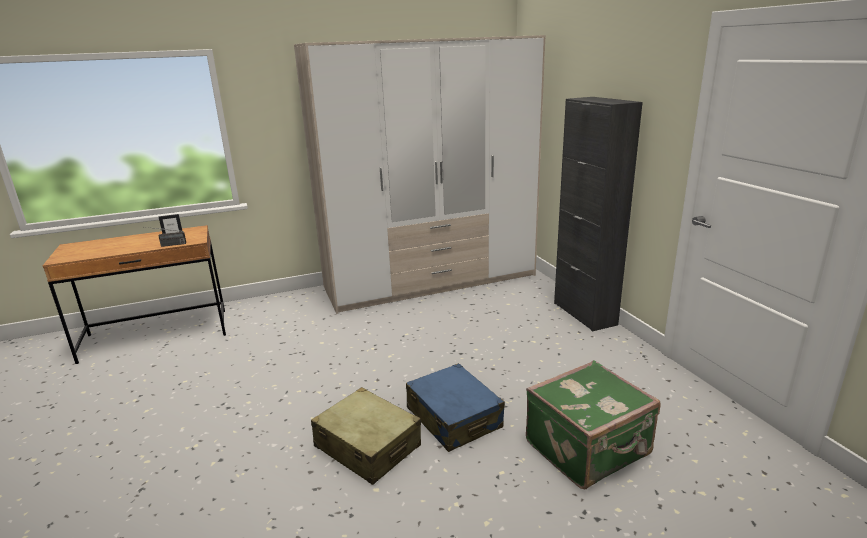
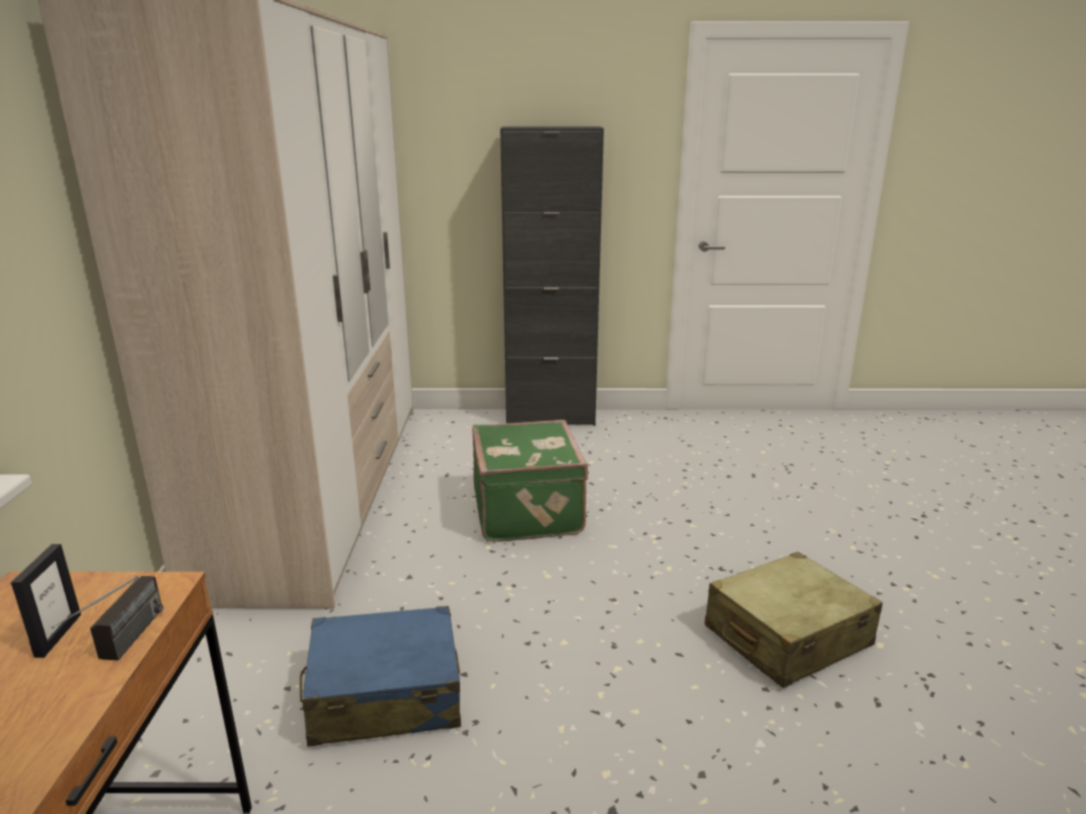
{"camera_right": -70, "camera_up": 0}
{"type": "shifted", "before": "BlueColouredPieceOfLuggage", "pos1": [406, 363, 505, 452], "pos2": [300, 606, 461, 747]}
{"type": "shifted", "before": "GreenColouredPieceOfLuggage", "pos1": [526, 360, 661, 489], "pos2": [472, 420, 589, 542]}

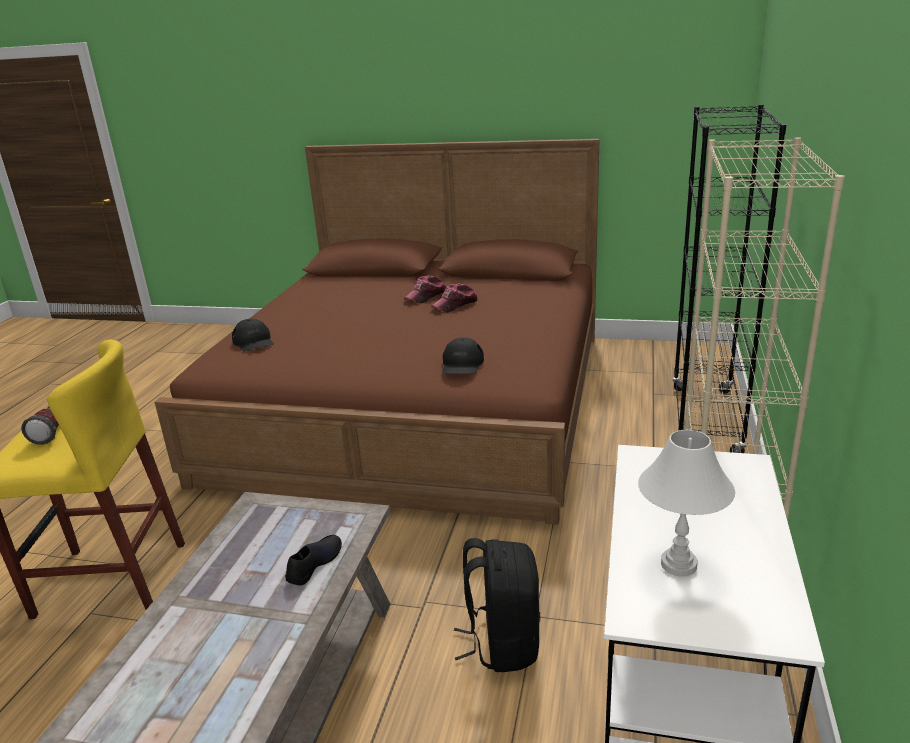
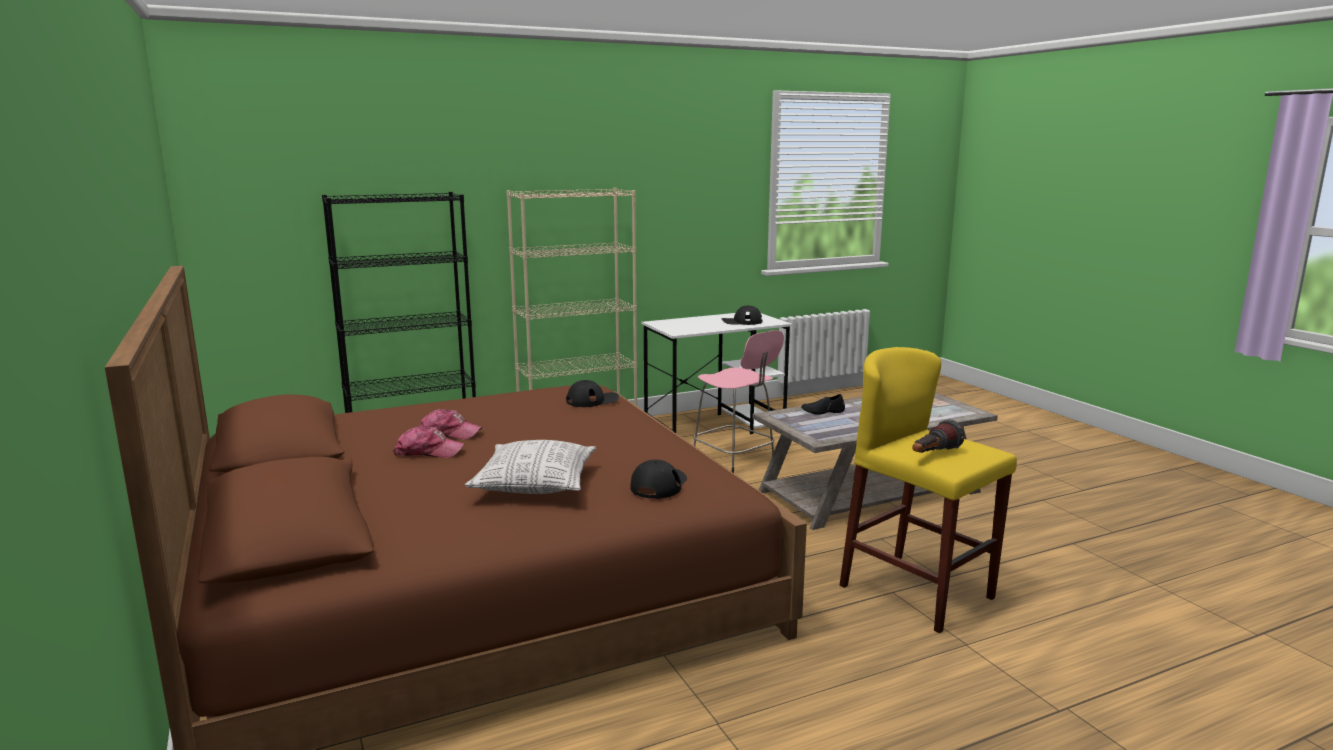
{"camera_right": -130, "camera_up": -10}
{"type": "swapped", "before": "BlackBackpack", "after": "PinkSittingStool", "pos1": [454, 538, 540, 672], "pos2": [693, 330, 784, 473]}
{"type": "swapped", "before": "WhiteColouredLampForATable", "after": "BlackBaseballCap", "pos1": [638, 430, 735, 577], "pos2": [722, 305, 763, 325]}
{"type": "new", "after": "ThrowPillow", "pos2": [465, 440, 596, 494]}

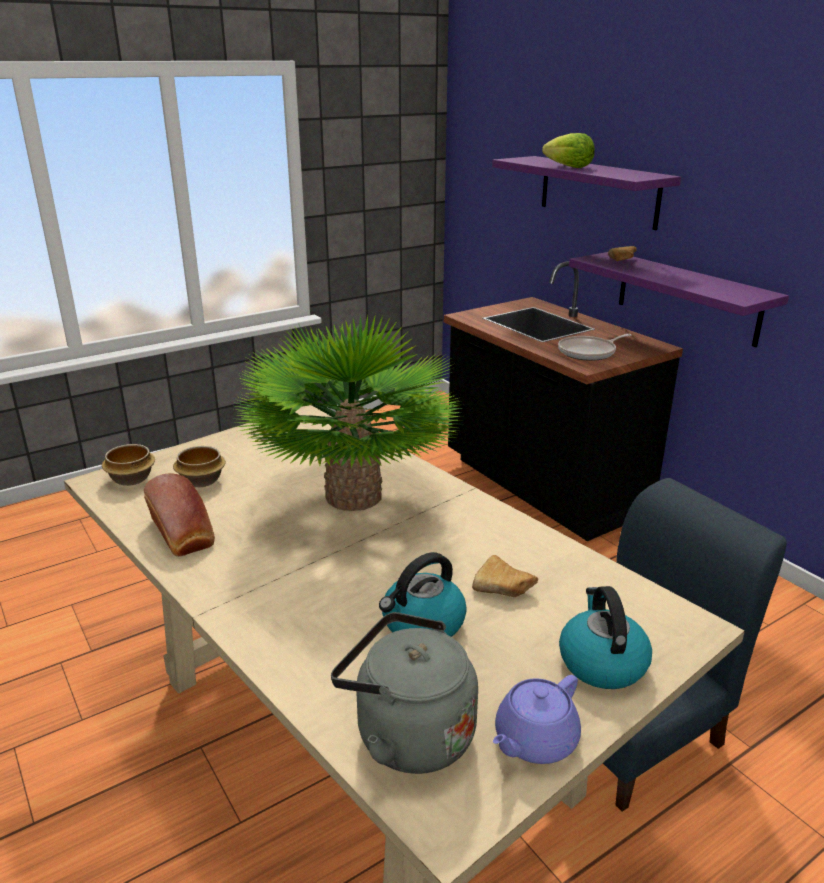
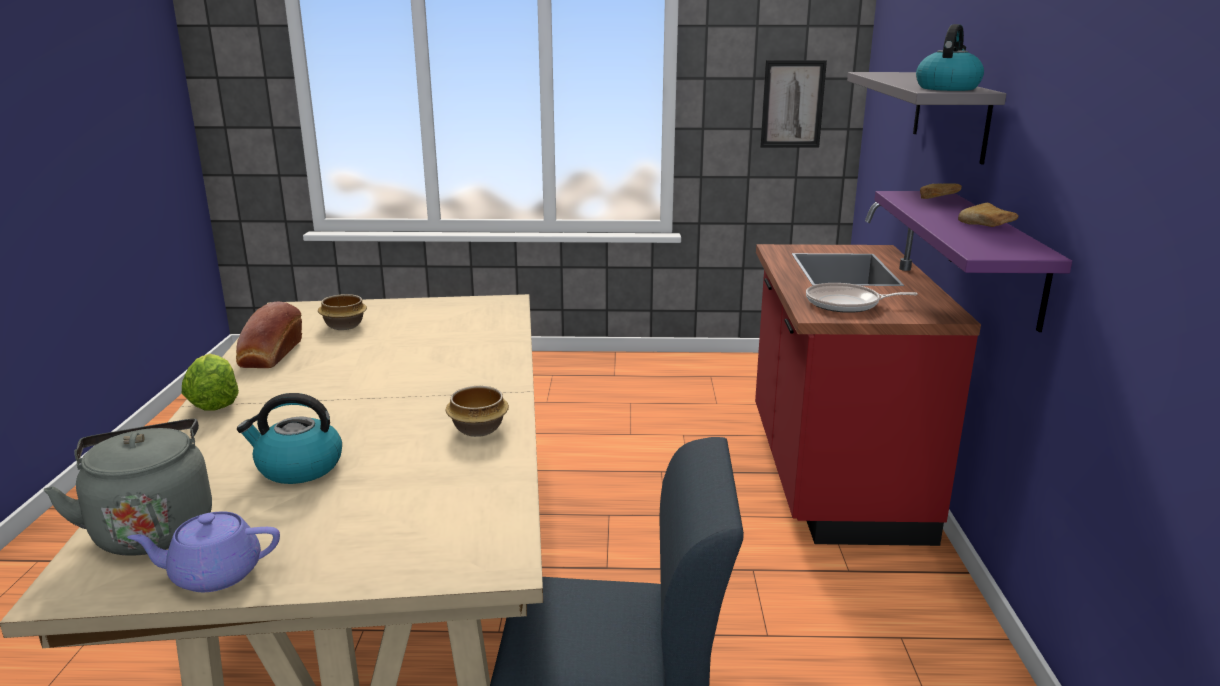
{"camera_right": 35, "camera_up": -5}
{"type": "shifted", "before": "Bowl", "pos1": [102, 444, 155, 486], "pos2": [446, 386, 509, 437]}
{"type": "gone", "before": "Houseplant", "pos1": [233, 314, 463, 511]}
{"type": "repainted", "before": "BlackKitchenBaseUnit", "after": "ReddishKitchenBaseUnit", "pos1": [444, 261, 683, 541], "pos2": [755, 202, 981, 546]}
{"type": "shifted", "before": "BakeryBread", "pos1": [472, 555, 538, 597], "pos2": [958, 203, 1019, 227]}
{"type": "repainted", "before": "PurpleColouredShelf", "after": "GreyShelf", "pos1": [492, 156, 681, 230], "pos2": [847, 72, 1006, 165]}
{"type": "shifted", "before": "Lettuce", "pos1": [542, 133, 595, 168], "pos2": [182, 353, 239, 411]}
{"type": "shifted", "before": "Kettle", "pos1": [559, 586, 652, 689], "pos2": [916, 24, 984, 91]}
{"type": "new", "after": "WallPicture", "pos2": [760, 60, 827, 148]}

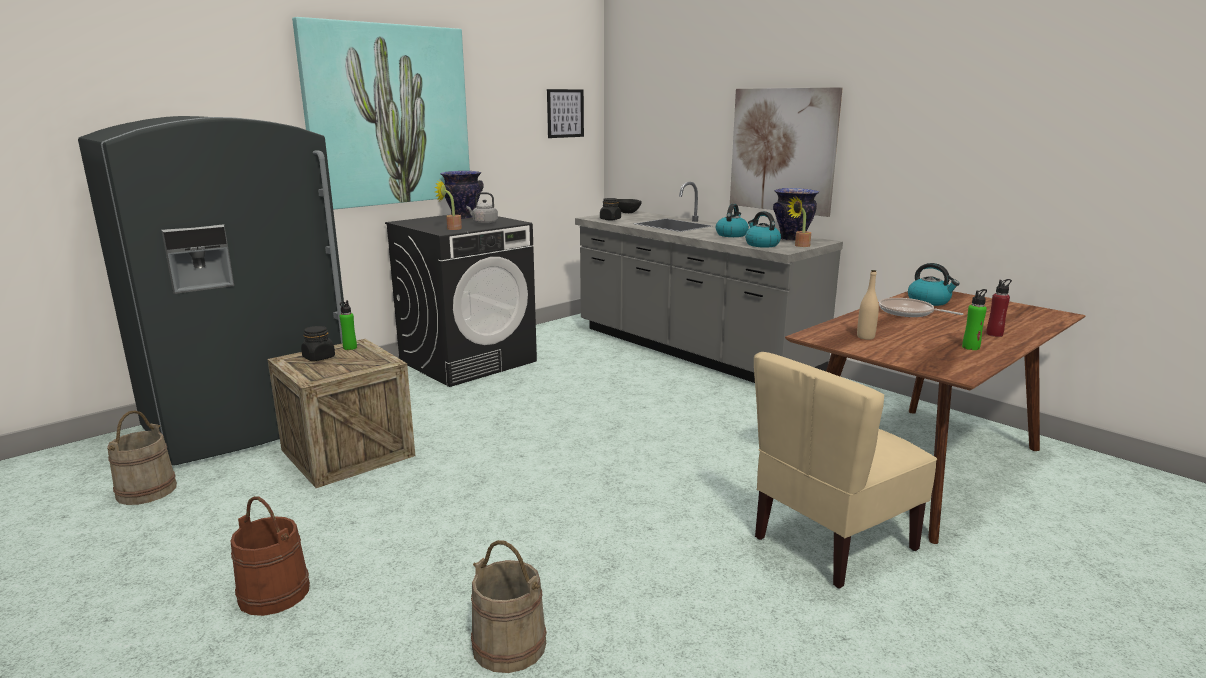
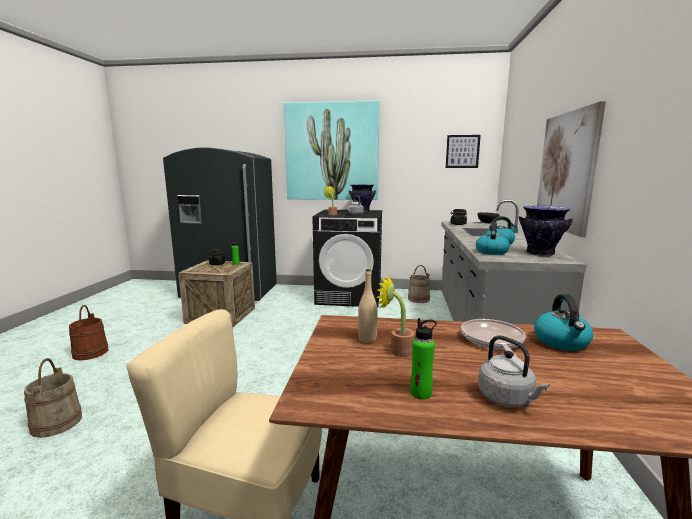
{"camera_right": 50, "camera_up": -5}
{"type": "shifted", "before": "SandColouredBucket", "pos1": [107, 410, 177, 505], "pos2": [408, 265, 430, 303]}
{"type": "shifted", "before": "Houseplant", "pos1": [787, 196, 811, 247], "pos2": [376, 275, 415, 357]}
{"type": "swapped", "before": "ReddishBeverageBottle", "after": "GreyKettle", "pos1": [986, 279, 1012, 337], "pos2": [478, 335, 549, 407]}

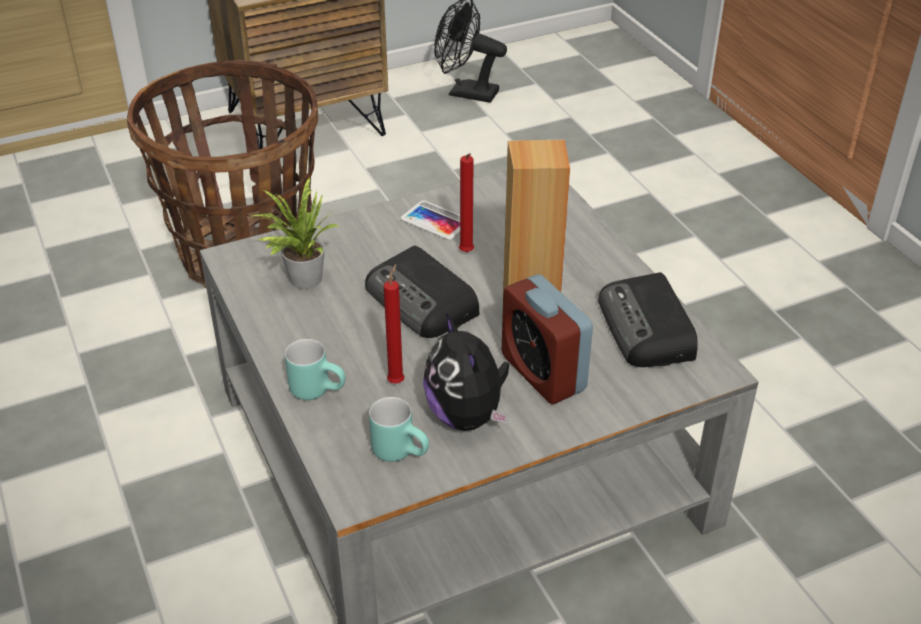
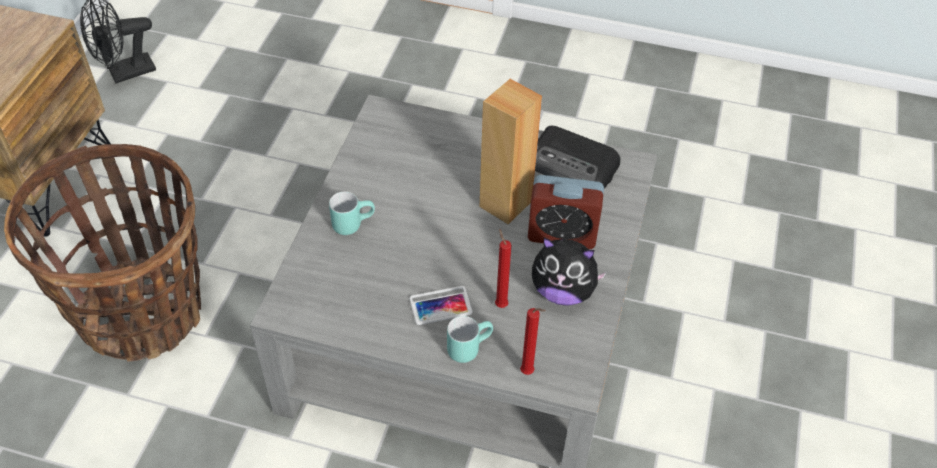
{"camera_right": -50, "camera_up": 10}
{"type": "gone", "before": "Houseplant", "pos1": [252, 177, 339, 289]}
{"type": "gone", "before": "RadioReceiver", "pos1": [365, 246, 479, 338]}
{"type": "shifted", "before": "BlueGreenTeaMug", "pos1": [369, 397, 429, 462], "pos2": [329, 192, 375, 235]}
{"type": "shifted", "before": "Phone", "pos1": [401, 200, 460, 240], "pos2": [409, 286, 473, 325]}
{"type": "shifted", "before": "ReddishWaxLight", "pos1": [459, 153, 474, 252], "pos2": [520, 308, 546, 375]}

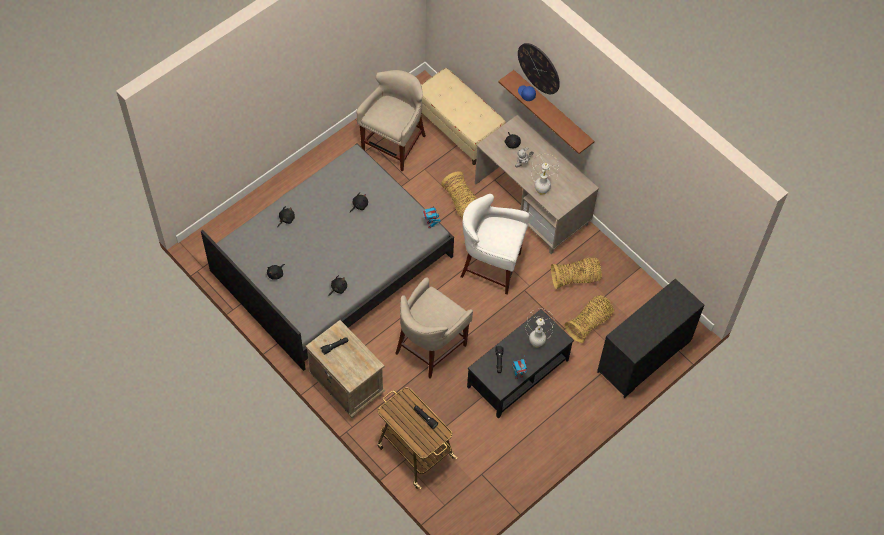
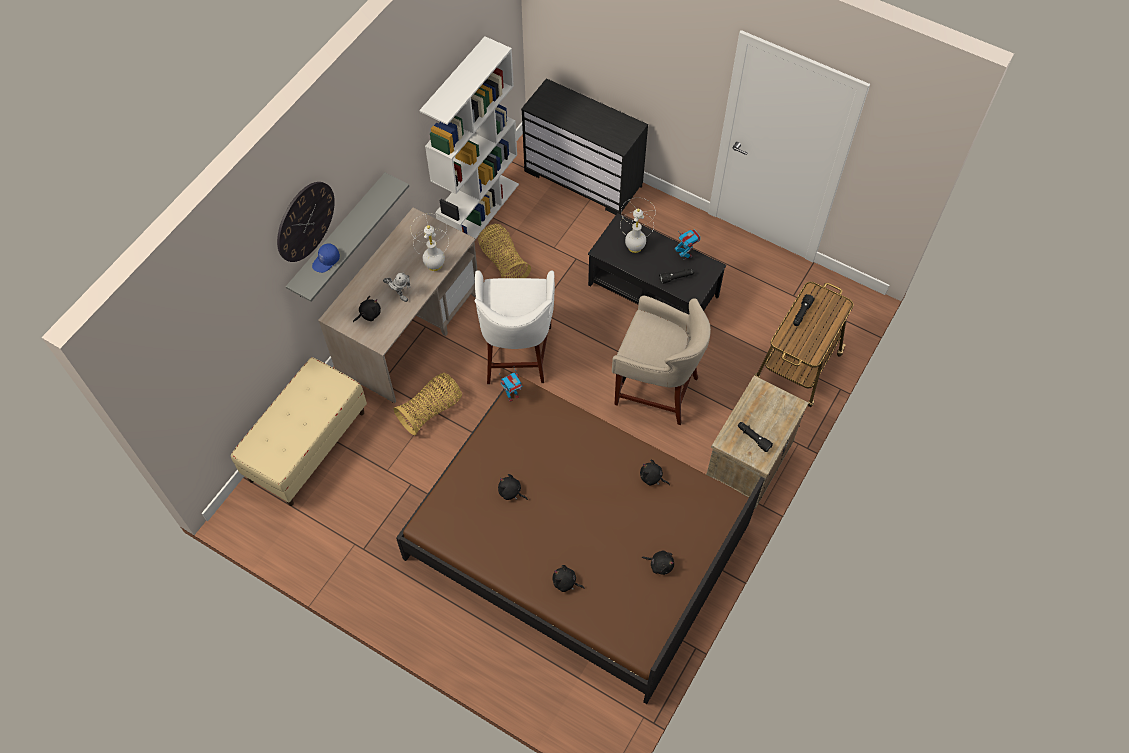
{"camera_right": -105, "camera_up": 0}
{"type": "repainted", "before": "GreyBed", "after": "BrownishBed", "pos1": [201, 144, 454, 371], "pos2": [396, 373, 765, 704]}
{"type": "gone", "before": "SandColouredSittingStool", "pos1": [356, 70, 426, 172]}
{"type": "repainted", "before": "BrownishShelf", "after": "GreyShelf", "pos1": [498, 70, 594, 154], "pos2": [286, 173, 409, 302]}
{"type": "gone", "before": "HouseholdBasket", "pos1": [565, 295, 614, 343]}
{"type": "new", "after": "WhiteColouredBookcase", "pos2": [419, 36, 519, 239]}

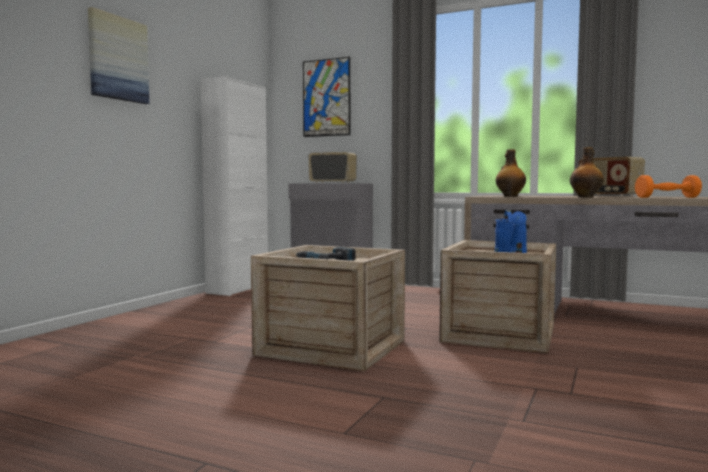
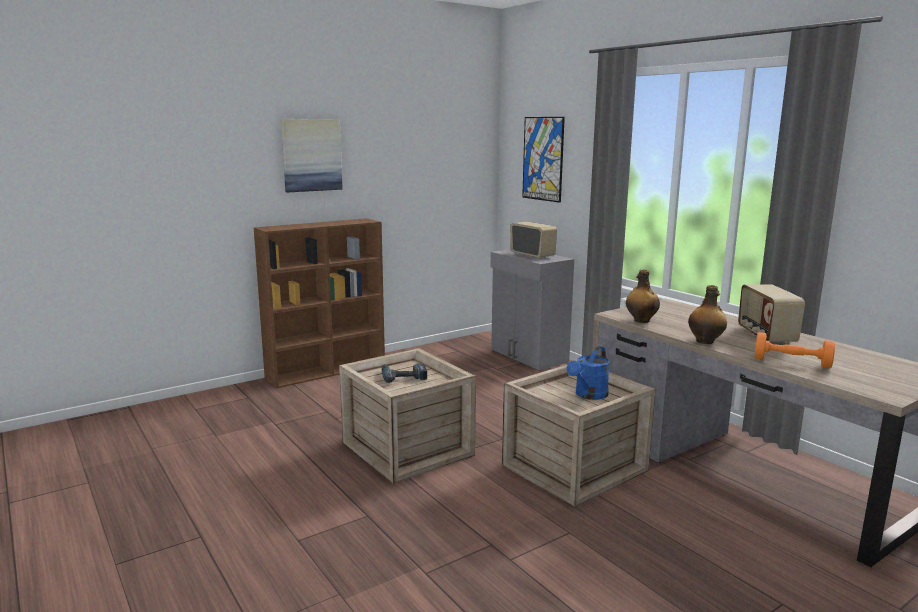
{"camera_right": 30, "camera_up": 10}
{"type": "gone", "before": "WhiteColouredCupboard", "pos1": [201, 76, 268, 296]}
{"type": "new", "after": "BrownishBookcase", "pos2": [254, 218, 385, 388]}

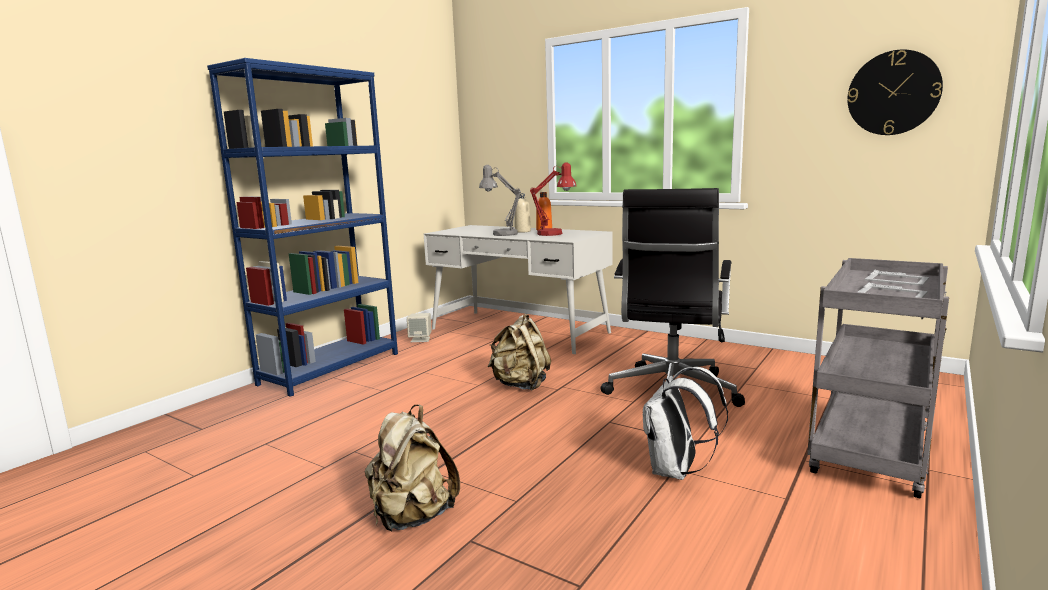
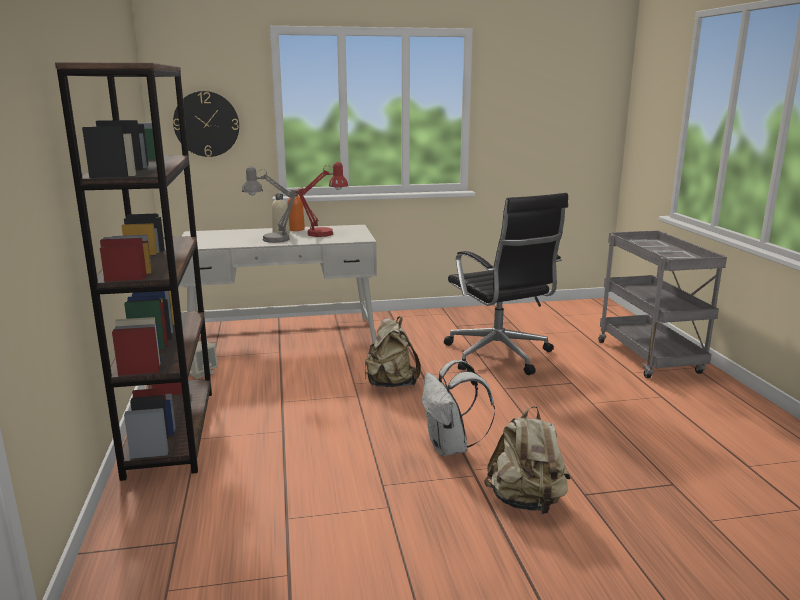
{"camera_right": -45, "camera_up": 5}
{"type": "repainted", "before": "BlueColouredBookcase", "after": "BrownishBookcase", "pos1": [207, 58, 398, 397], "pos2": [55, 62, 212, 481]}
{"type": "shifted", "before": "WhiteColouredBackpack", "pos1": [643, 367, 728, 480], "pos2": [422, 360, 495, 456]}
{"type": "shifted", "before": "ClockOnTheWall", "pos1": [847, 50, 943, 135], "pos2": [173, 91, 239, 157]}

